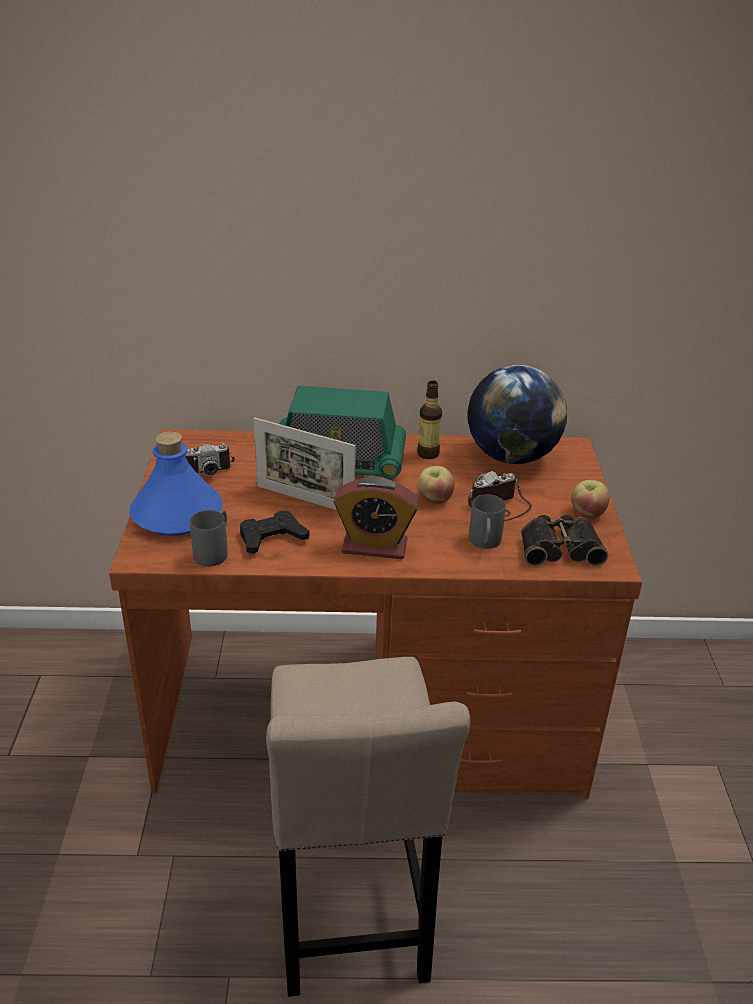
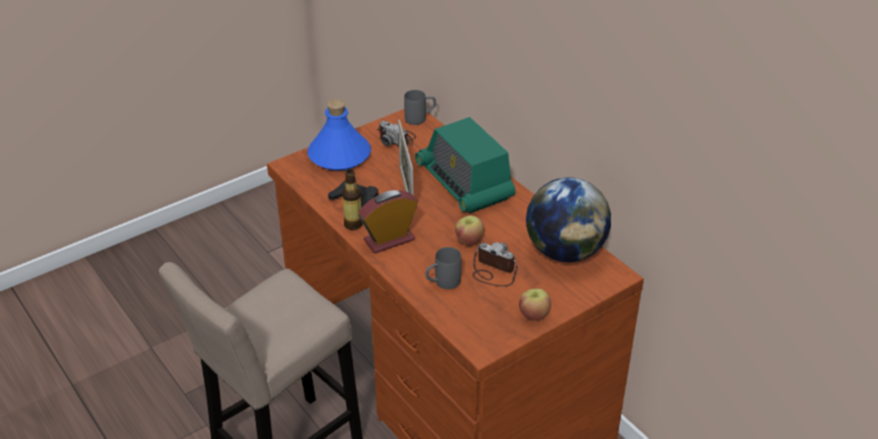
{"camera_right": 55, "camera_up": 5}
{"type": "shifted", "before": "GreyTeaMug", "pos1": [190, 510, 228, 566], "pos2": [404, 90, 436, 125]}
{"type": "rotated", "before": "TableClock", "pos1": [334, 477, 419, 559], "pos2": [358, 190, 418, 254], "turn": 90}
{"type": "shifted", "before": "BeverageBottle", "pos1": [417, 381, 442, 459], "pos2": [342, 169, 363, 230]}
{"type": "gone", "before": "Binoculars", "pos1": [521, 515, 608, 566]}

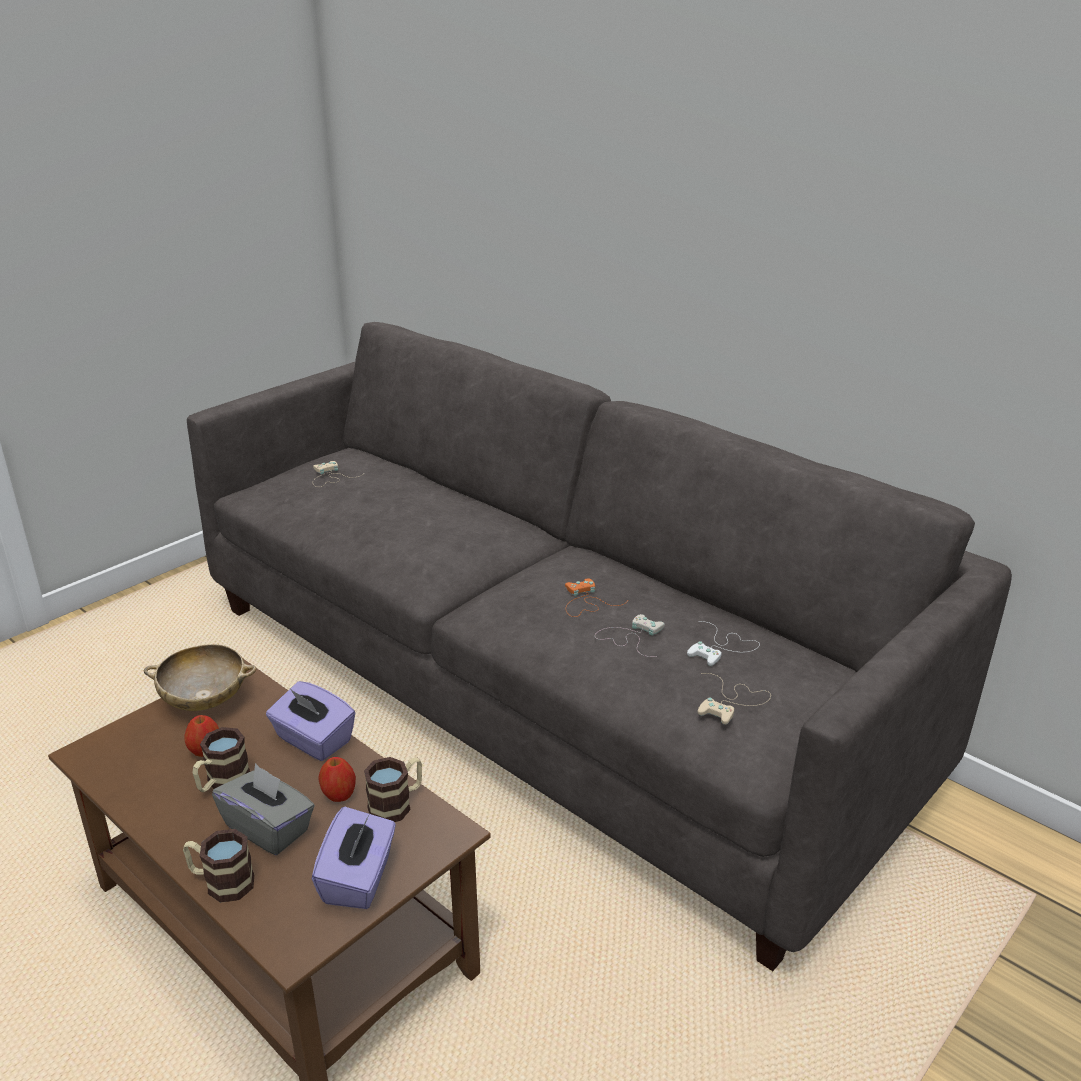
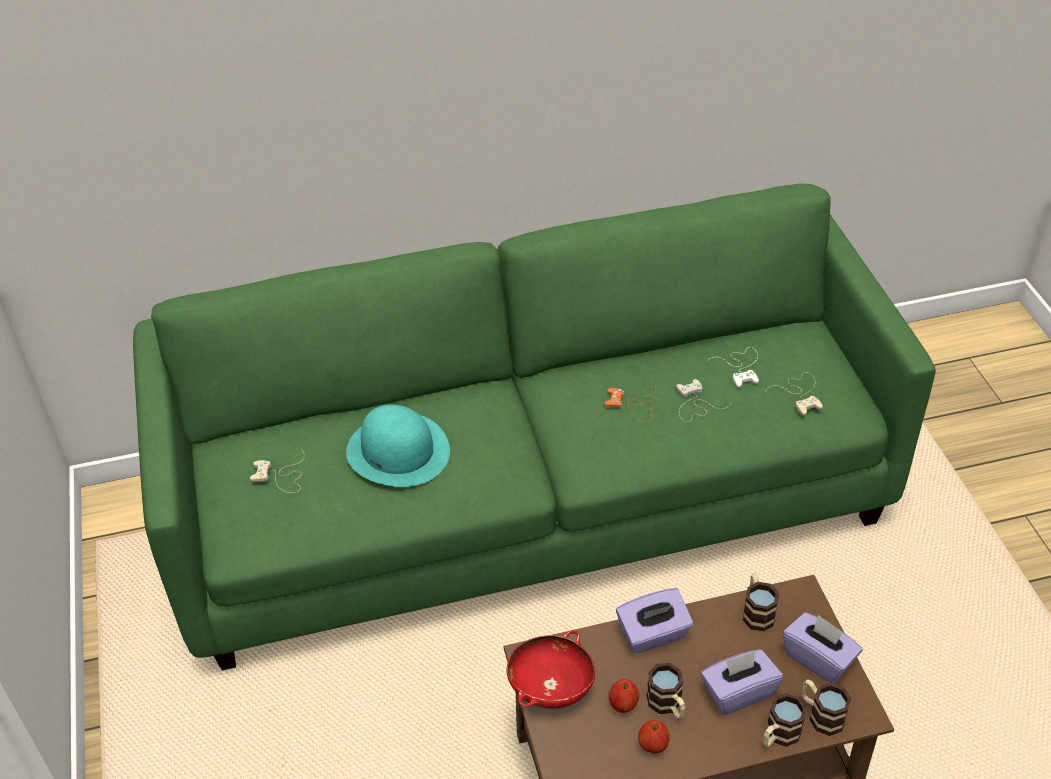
{"camera_right": -55, "camera_up": 15}
{"type": "repainted", "before": "SandColouredBowl", "after": "ReddishBowl", "pos1": [144, 644, 256, 711], "pos2": [507, 630, 595, 709]}
{"type": "repainted", "before": "GreyCouch", "after": "GreenColouredCouch", "pos1": [187, 322, 1012, 971], "pos2": [133, 184, 936, 670]}
{"type": "repainted", "before": "GreyTissueBox", "after": "PurpleColouredTissueBox", "pos1": [212, 763, 315, 855], "pos2": [701, 649, 783, 715]}
{"type": "shifted", "before": "AppleFruit", "pos1": [319, 757, 356, 802], "pos2": [638, 720, 670, 753]}
{"type": "new", "after": "BlueGreenHat", "pos2": [346, 405, 450, 487]}
{"type": "new", "after": "TeaMug", "pos2": [802, 679, 851, 736]}

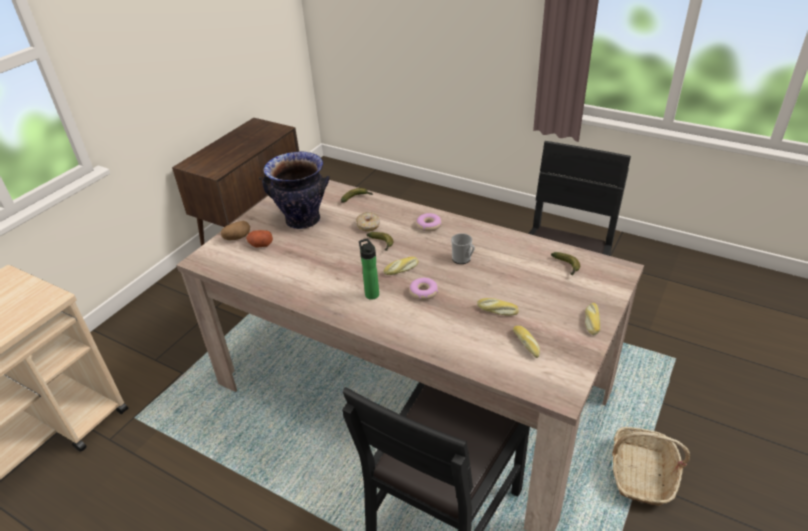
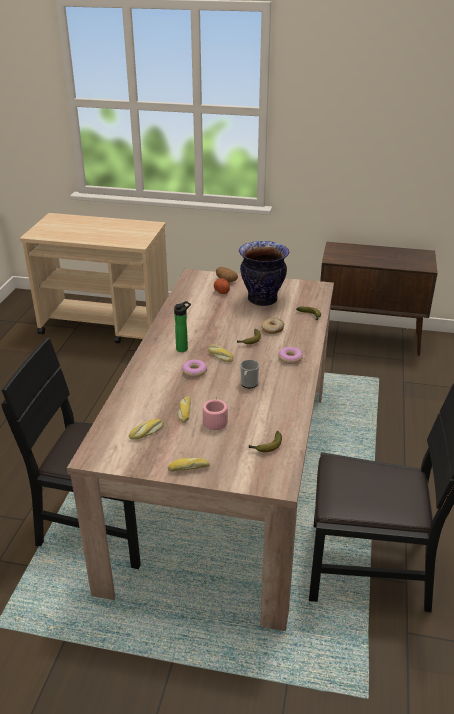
{"camera_right": 70, "camera_up": -5}
{"type": "gone", "before": "HouseholdBasket", "pos1": [612, 427, 690, 506]}
{"type": "new", "after": "PinkTeaMug", "pos2": [203, 396, 228, 430]}

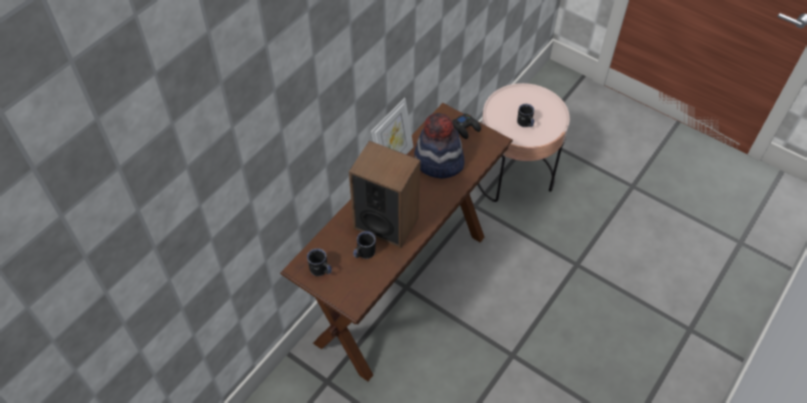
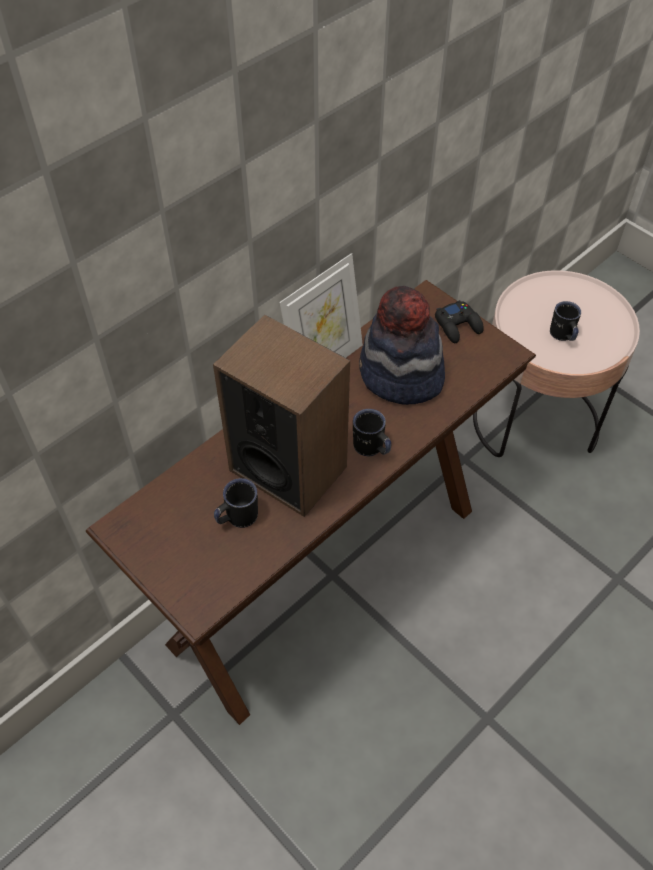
{"camera_right": 10, "camera_up": 0}
{"type": "shifted", "before": "BlackTeaMug", "pos1": [307, 248, 332, 276], "pos2": [353, 409, 391, 456]}

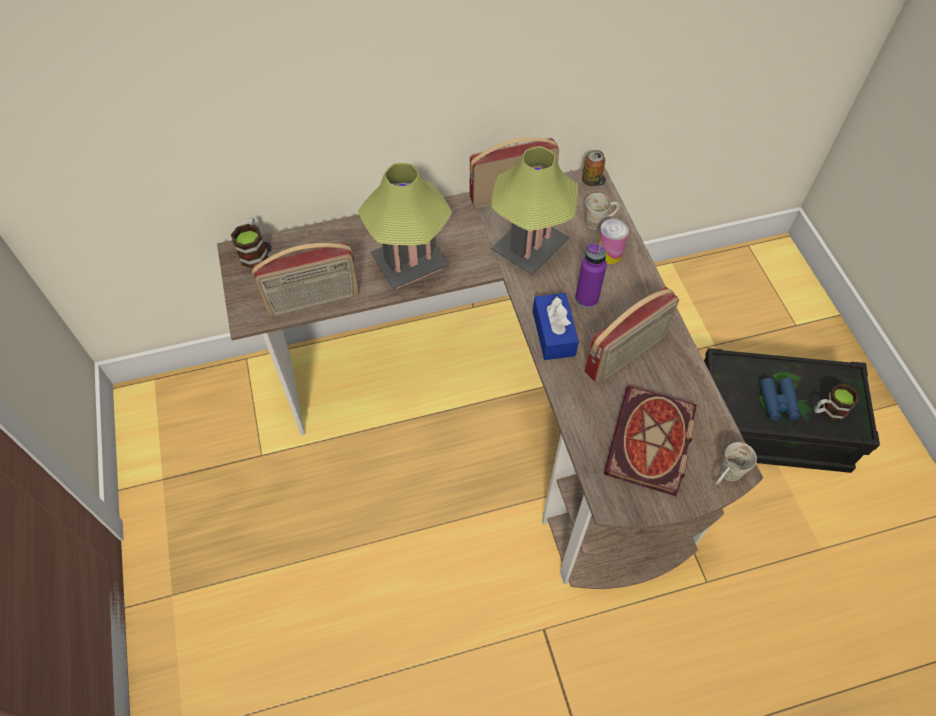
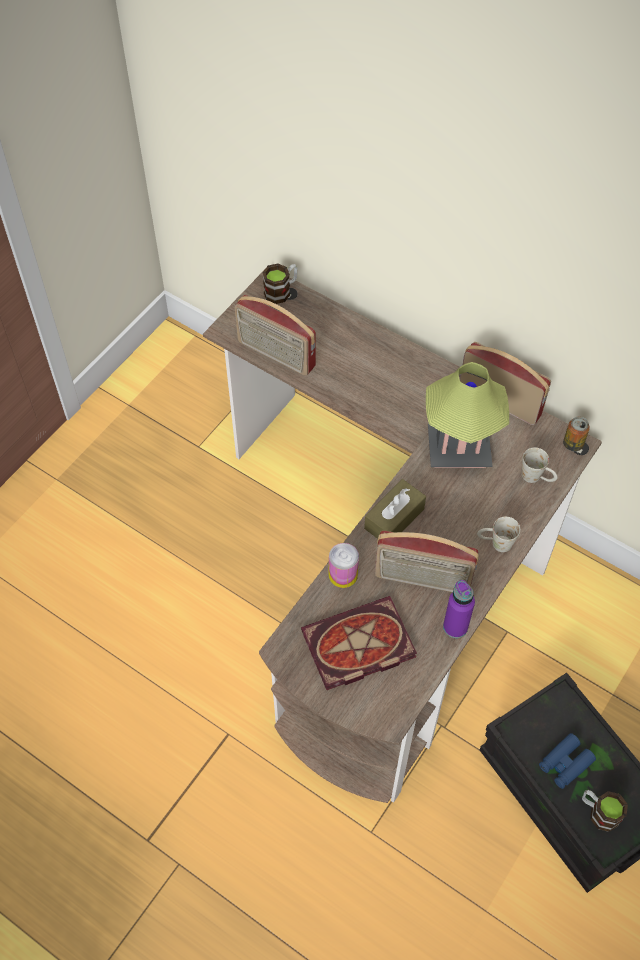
{"camera_right": 50, "camera_up": 0}
{"type": "gone", "before": "LampForATable", "pos1": [358, 163, 452, 289]}
{"type": "repainted", "before": "BlueColouredTissueBox", "after": "BrownishTissueBox", "pos1": [533, 293, 579, 360], "pos2": [364, 479, 426, 539]}
{"type": "shifted", "before": "PurpleColouredBeverageBottle", "pos1": [575, 243, 607, 308], "pos2": [443, 580, 475, 638]}
{"type": "shifted", "before": "SealedCan", "pos1": [597, 218, 629, 264], "pos2": [328, 543, 359, 588]}
{"type": "shifted", "before": "WhiteColouredTeaMug", "pos1": [716, 442, 757, 485], "pos2": [477, 517, 520, 552]}

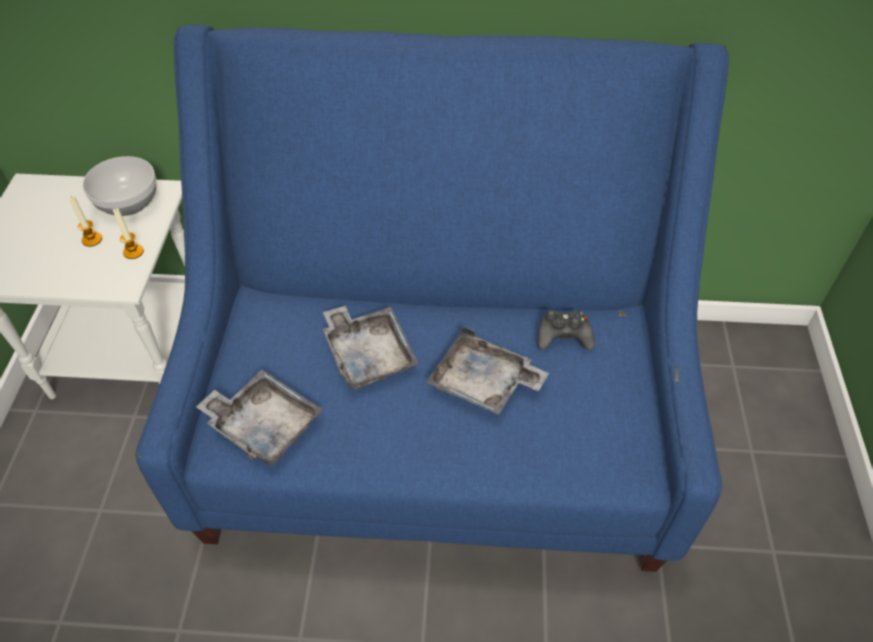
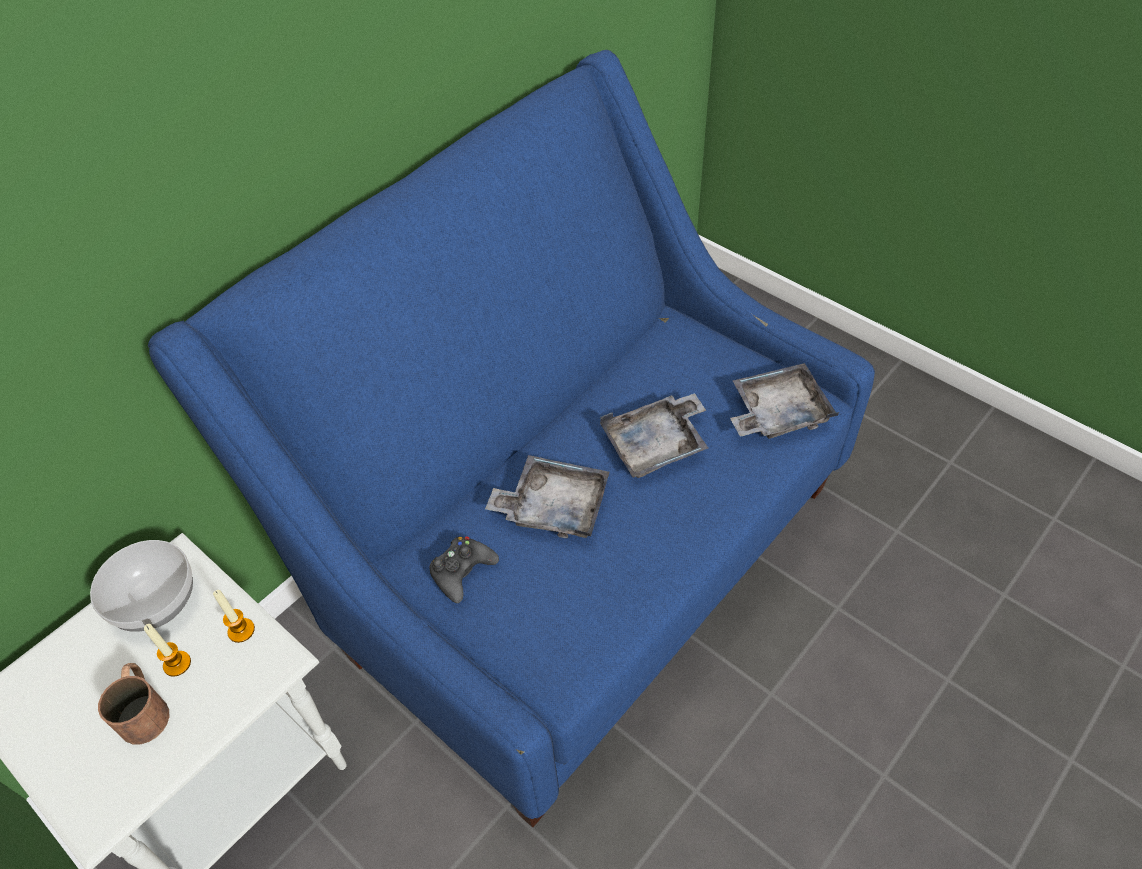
{"camera_right": -50, "camera_up": 0}
{"type": "shifted", "before": "GreyCarryingTray", "pos1": [196, 369, 322, 466], "pos2": [730, 363, 839, 439]}
{"type": "shifted", "before": "BlackGameController", "pos1": [538, 310, 595, 350], "pos2": [429, 537, 499, 603]}
{"type": "new", "after": "BrownishTeaMug", "pos2": [98, 663, 169, 744]}

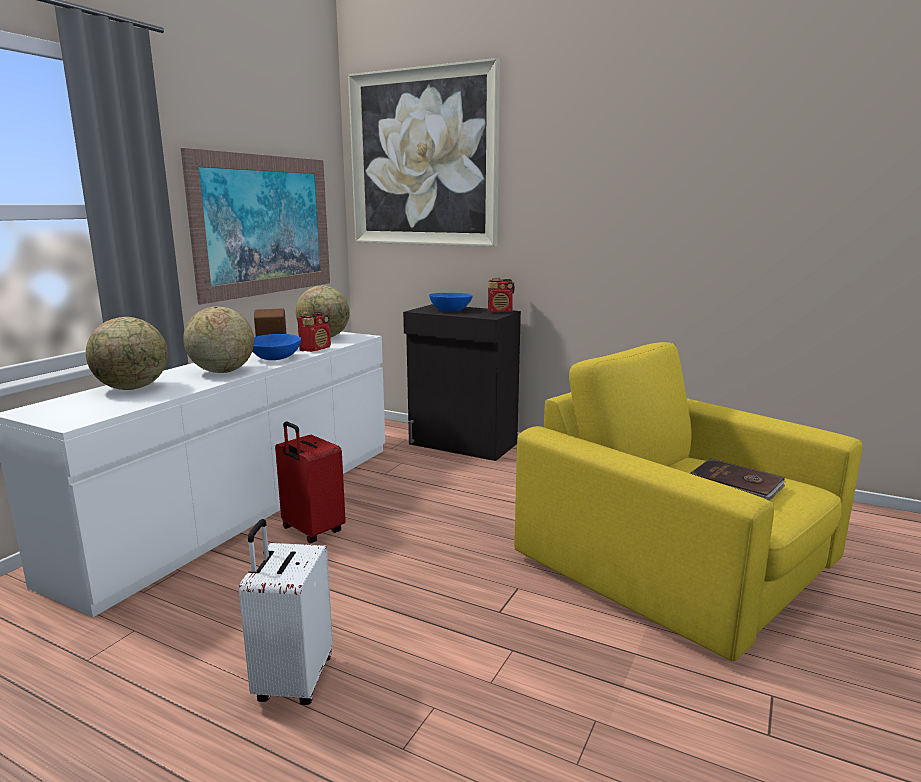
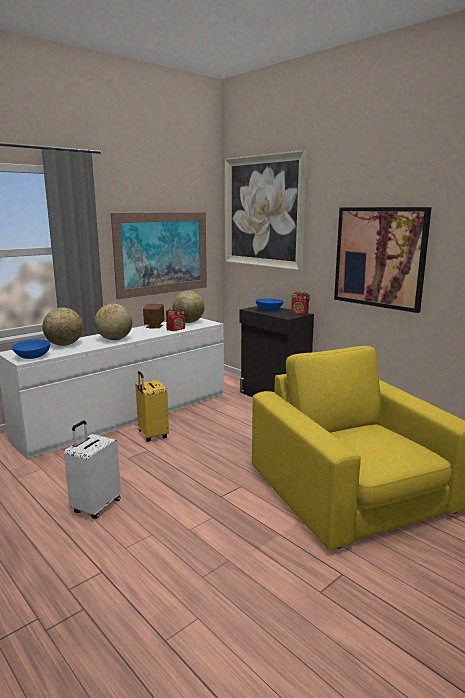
{"camera_right": 20, "camera_up": 0}
{"type": "shifted", "before": "BlueColouredBowl", "pos1": [252, 334, 301, 360], "pos2": [12, 339, 51, 359]}
{"type": "repainted", "before": "ReddishPieceOfLuggage", "after": "YellowColouredPieceOfLuggage", "pos1": [275, 422, 346, 543], "pos2": [135, 371, 169, 442]}
{"type": "gone", "before": "BrownishBook", "pos1": [690, 458, 785, 501]}
{"type": "new", "after": "WallPicture", "pos2": [334, 207, 431, 313]}

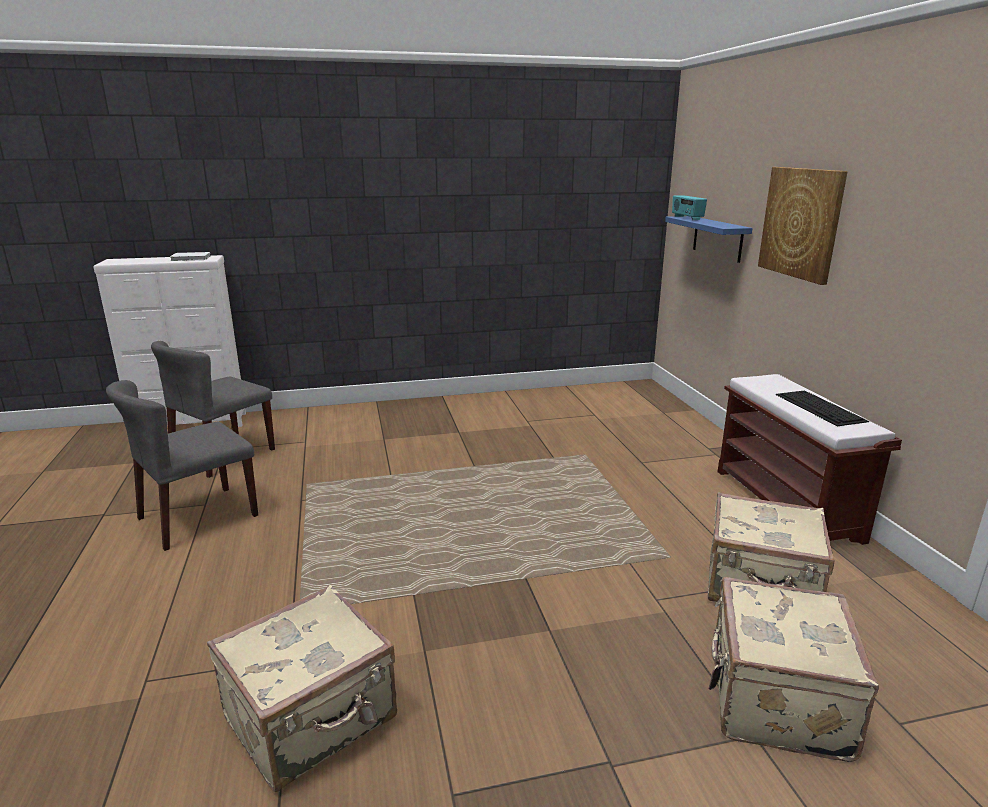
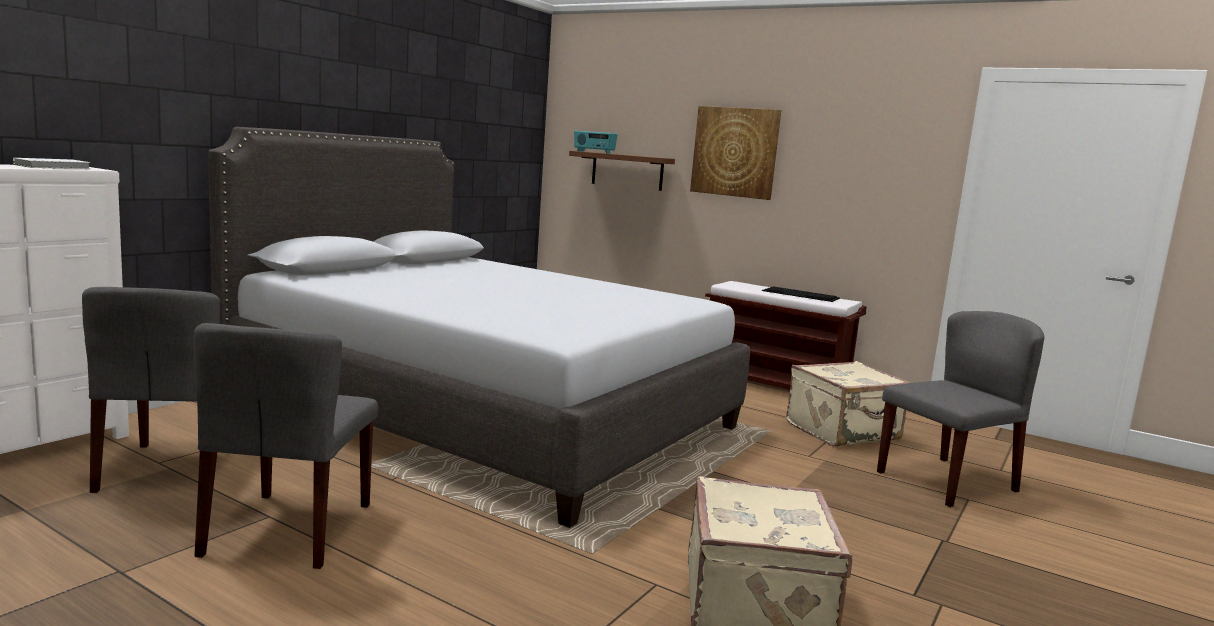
{"camera_right": -45, "camera_up": -10}
{"type": "repainted", "before": "BlueColouredShelf", "after": "BrownishShelf", "pos1": [665, 216, 753, 263], "pos2": [569, 151, 675, 191]}
{"type": "swapped", "before": "SandColouredPieceOfLuggage", "after": "GreyUprightChair", "pos1": [709, 577, 879, 762], "pos2": [877, 311, 1044, 507]}
{"type": "new", "after": "GreyBed", "pos2": [208, 127, 750, 528]}

